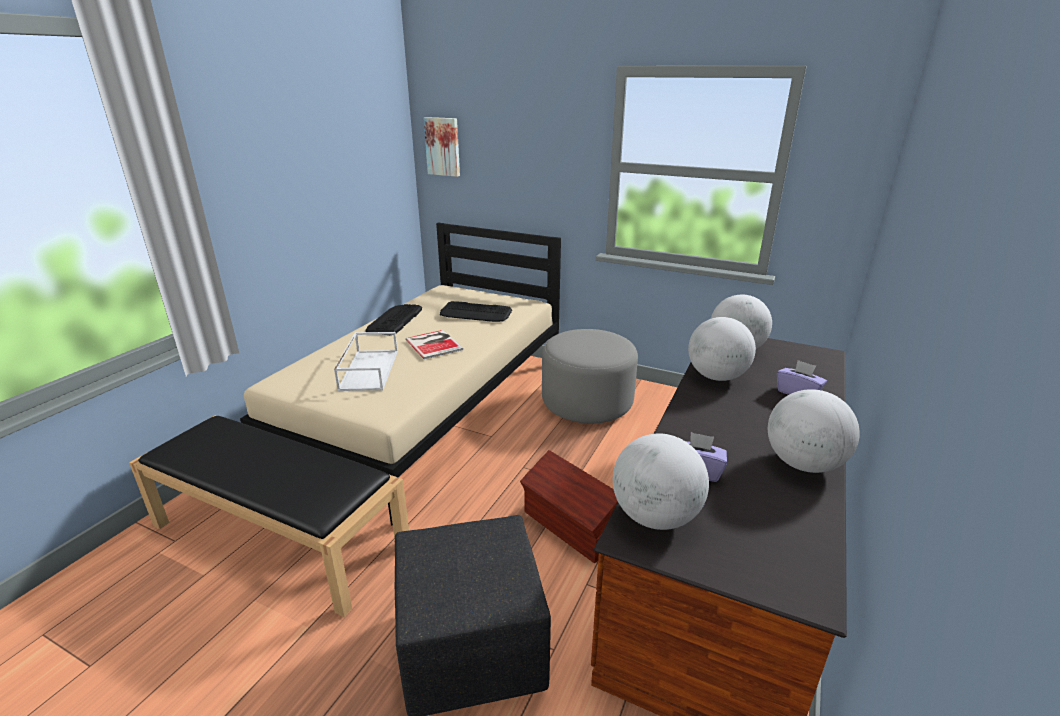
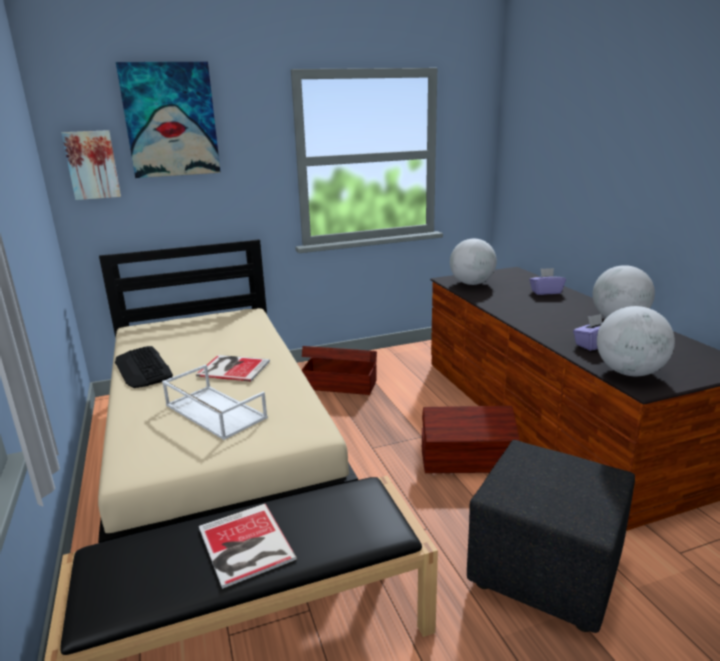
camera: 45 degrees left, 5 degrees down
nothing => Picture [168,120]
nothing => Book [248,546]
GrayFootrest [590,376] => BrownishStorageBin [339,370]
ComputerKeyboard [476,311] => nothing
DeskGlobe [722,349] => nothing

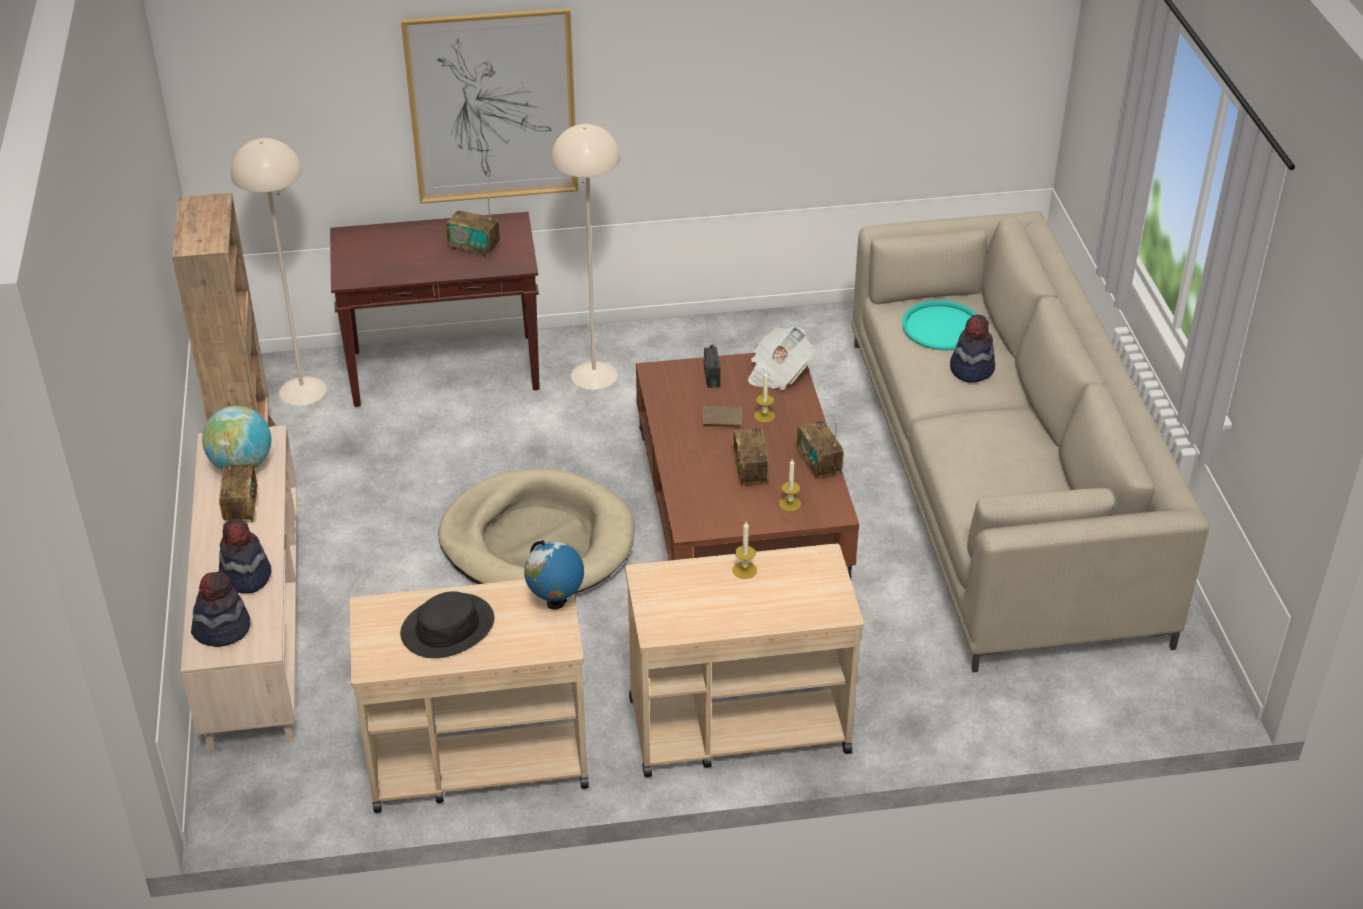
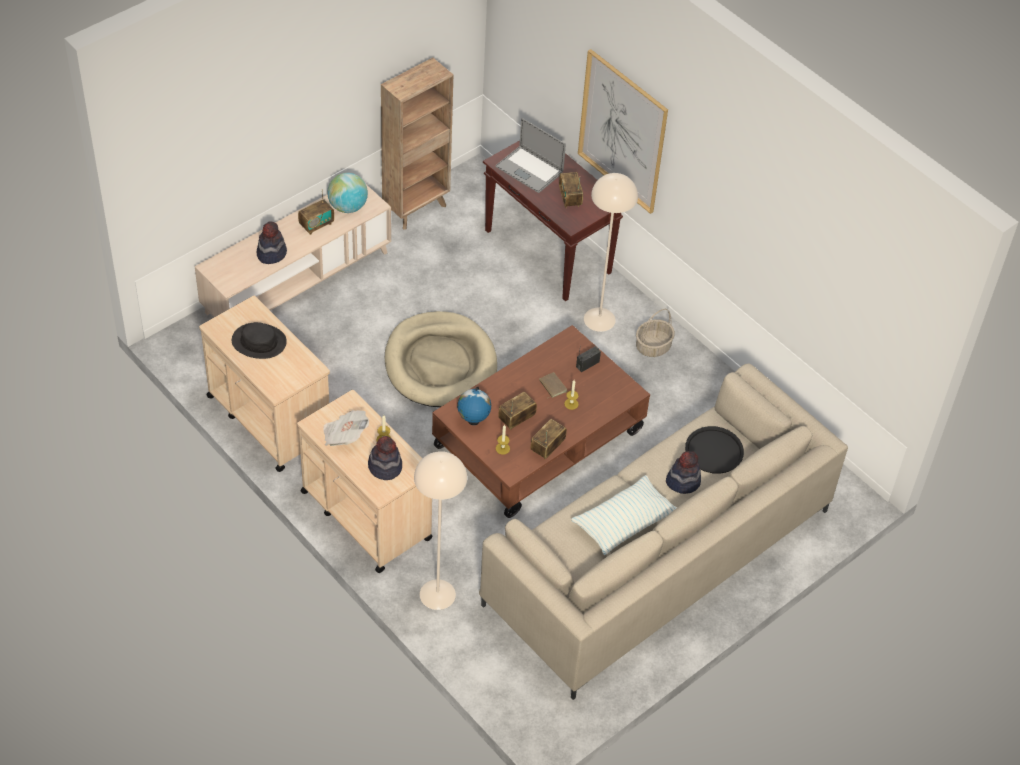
camera: 55 degrees right, 10 degrees up
Newspaper [781,358] => Newspaper [346,428], relocated
Hat [220,609] => Hat [385,458], relocated
BeigeColouredStandardLamp [278,272] => BeigeColouredStandardLamp [440,530], relocated
DeskGlobe [554,575] => DeskGlobe [474,406], relocated
nothing => NotebookComputer [531,155]
nothing => Pillow [624,515]
nothing => Basket [655,333]
TurquoiseColouredCarryingTray [940,325] => BlackColouredCarryingTray [714,450]

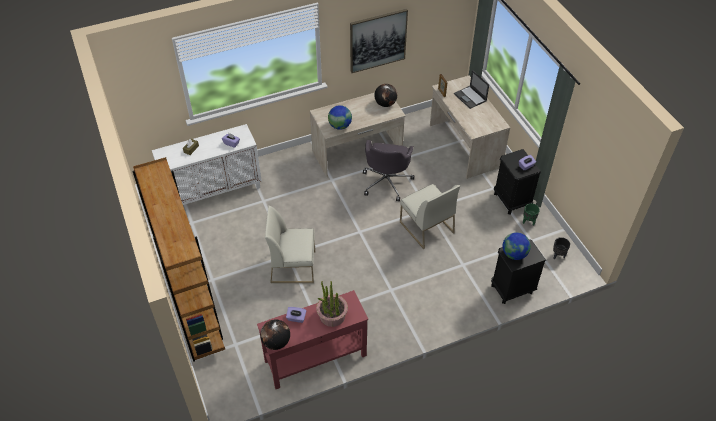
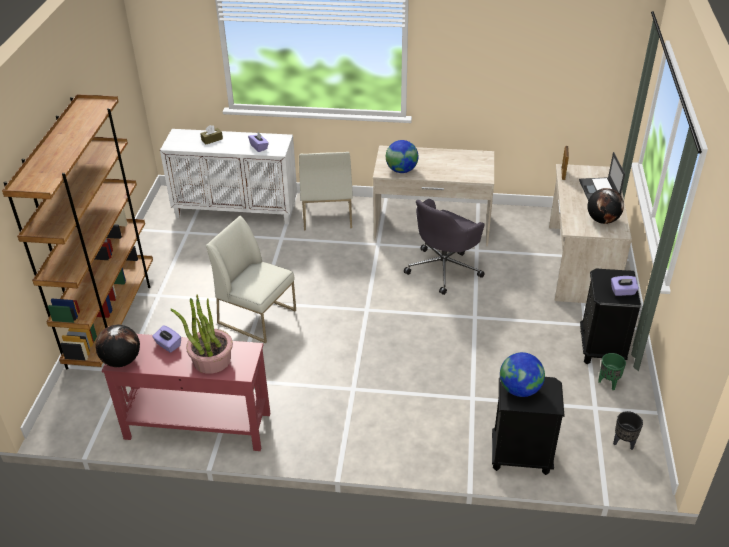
camera: 30 degrees right, 10 degrees down
WhitishChair [430,216] => WhitishChair [326,191], relocated
DeskGlobe [385,95] => DeskGlobe [605,206], relocated
Picture [379,41] => nothing

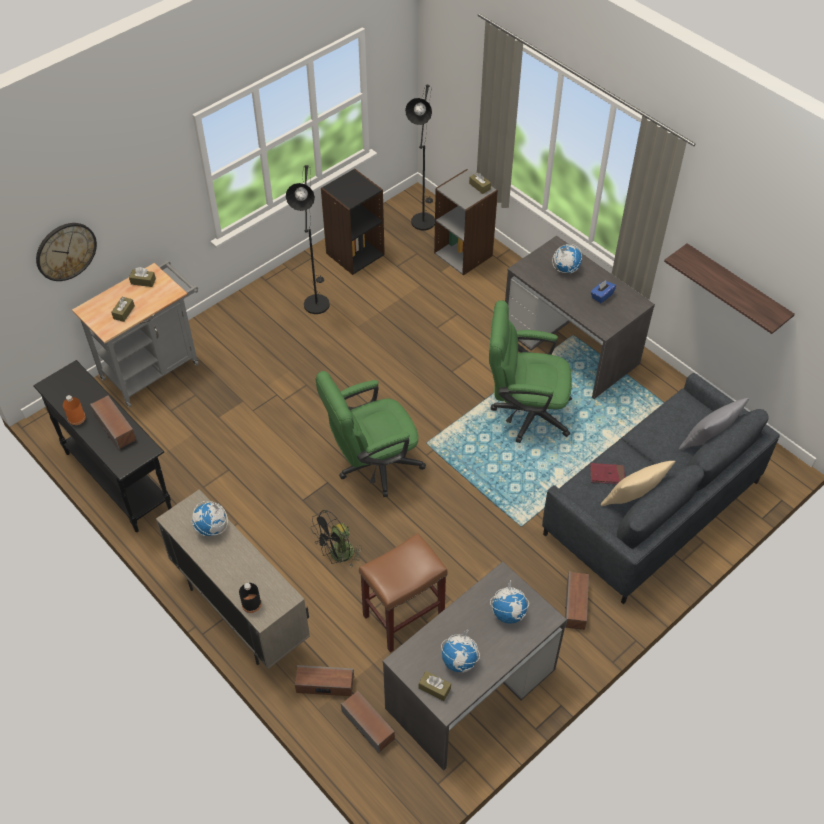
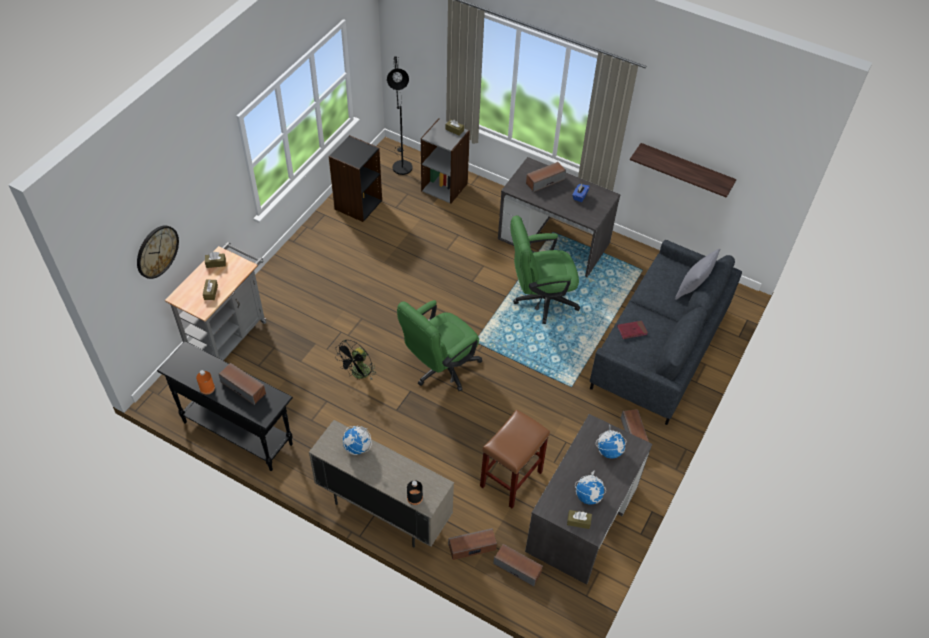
camera: 20 degrees left, 0 degrees up
BlackColouredElectricFan [336,537] => BlackColouredElectricFan [355,360], relocated
DeskGlobe [567,258] => Speaker [546,177]
BlackColouredStandardLamp [308,239] => nothing
BeigeColouredPillow [638,483] => nothing

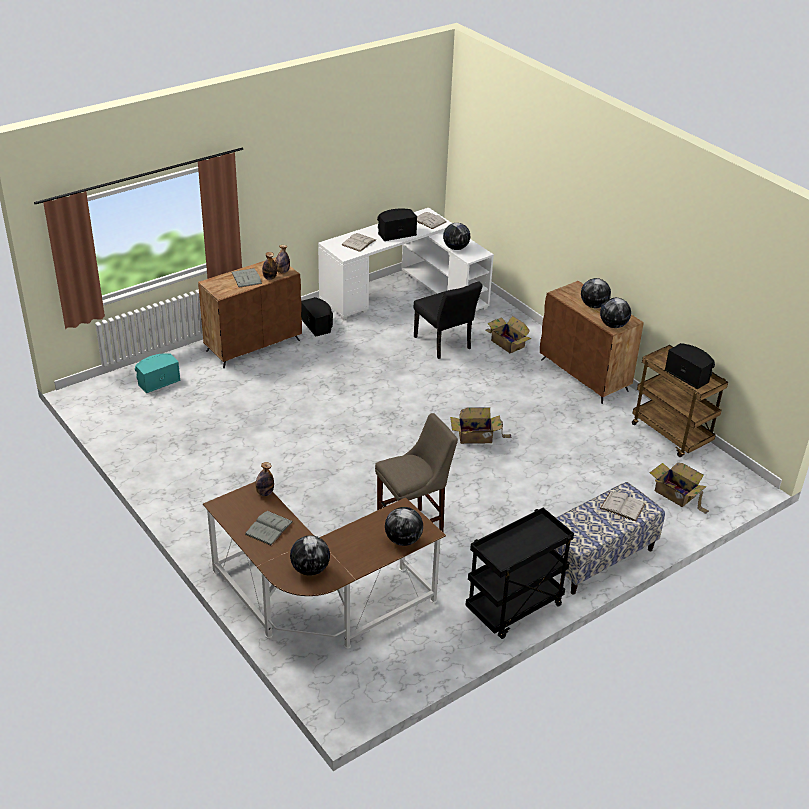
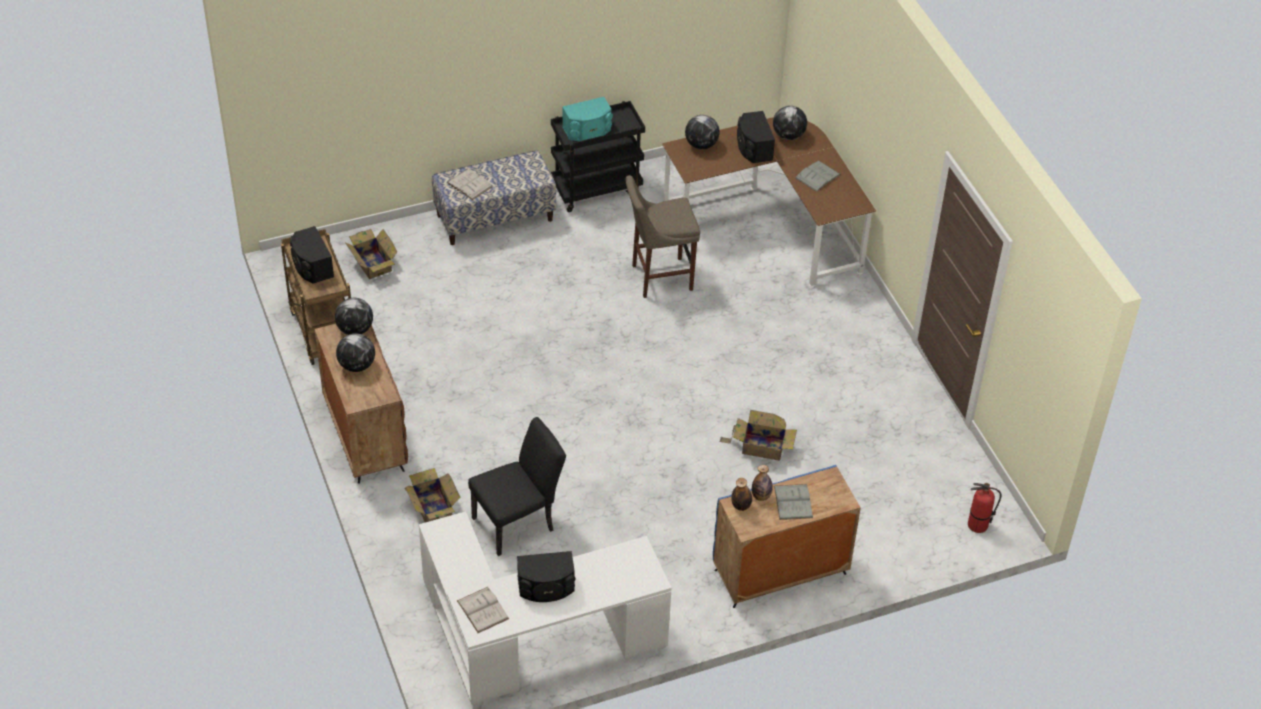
camera: 165 degrees left, 10 degrees up
BlackColouredChair [448,320] => BlackColouredChair [517,486], 75 degrees clockwise
TurquoiseColouredSpeaker [158,373] => TurquoiseColouredSpeaker [587,119], relocated
BrownishCupboard [250,312] => BlueColouredCupboard [787,536]
CardboardBox [481,425] => CardboardBox [758,435], relocated
BlackColouredSpeaker [317,317] => BlackColouredSpeaker [756,137], relocated
nothing => FireFightingCylinder [985,508]
Bottle [264,479] => nothing
WhitishBook [359,242] => nothing
DeskGlobe [456,236] => nothing

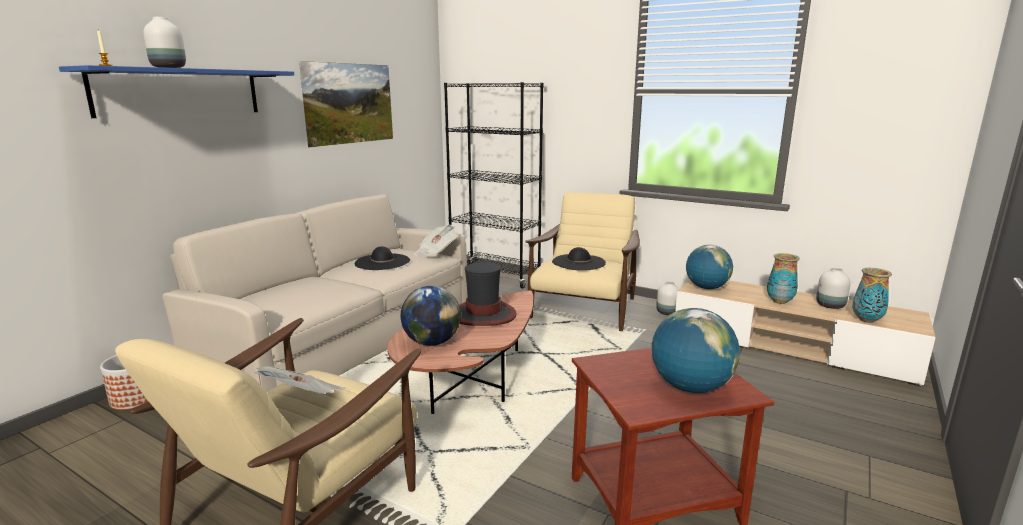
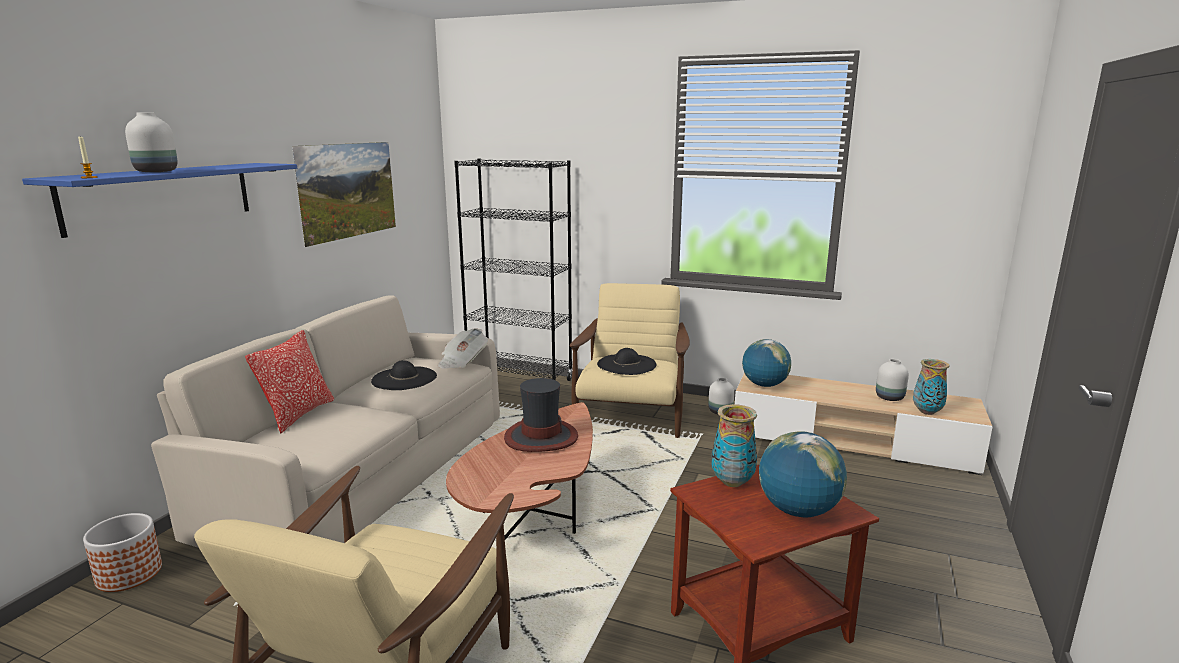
camera: 10 degrees left, 0 degrees up
nothing => Pillow [289,382]
FlowerVase [783,278] => FlowerVase [734,445], relocated
Newspaper [300,380] => nothing
DeskGlobe [431,316] => nothing

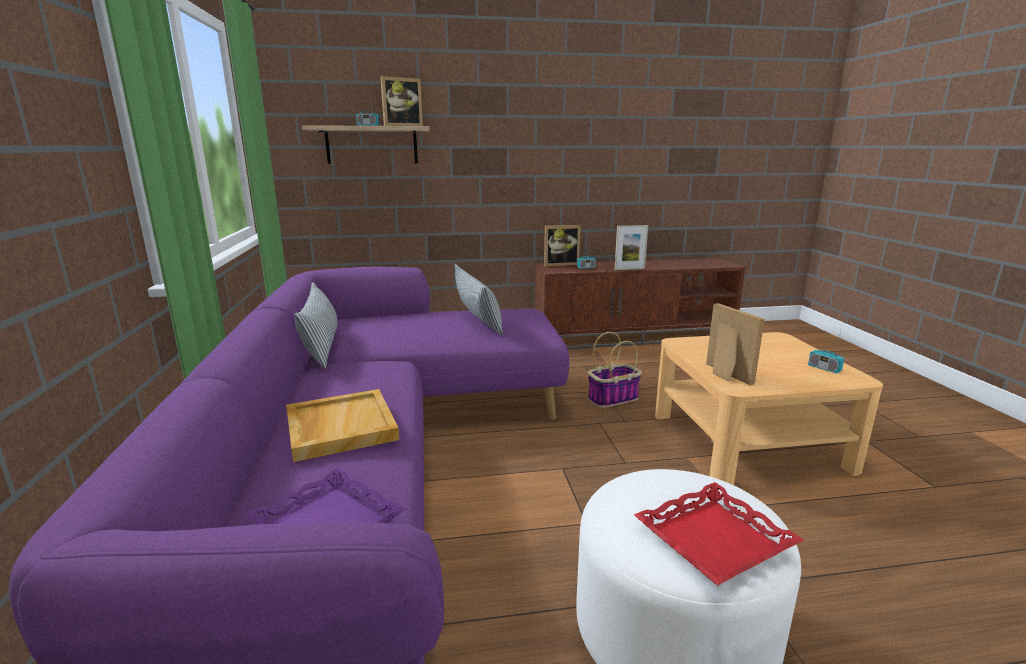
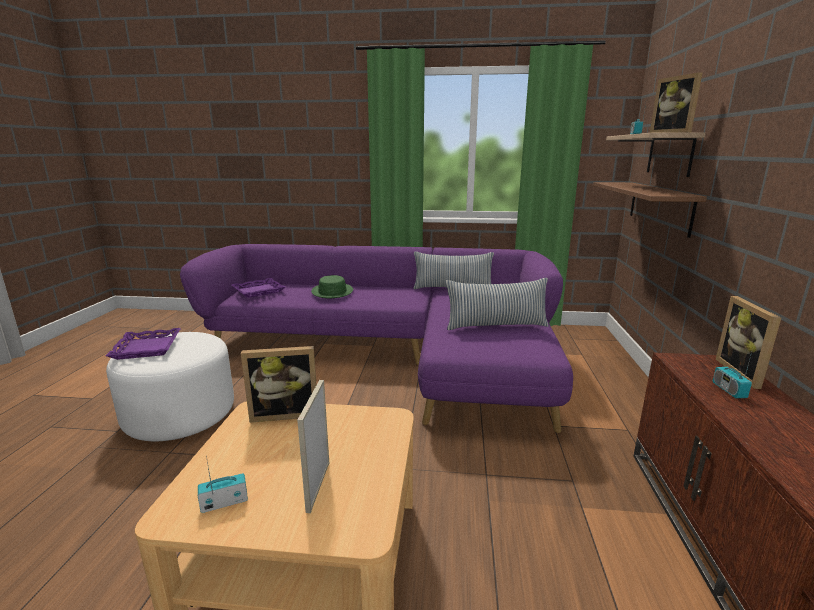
camera: 105 degrees right, 0 degrees up
RedColouredCarryingTray [719,533] => PurpleColouredCarryingTray [143,344]
PictureFrame [631,247] => PictureFrame [313,446], relocated
BeigeColouredCarryingTray [342,425] => GreenColouredHat [332,286]
nothing => BrownishWallShelf [650,210]
Basket [615,370] => nothing

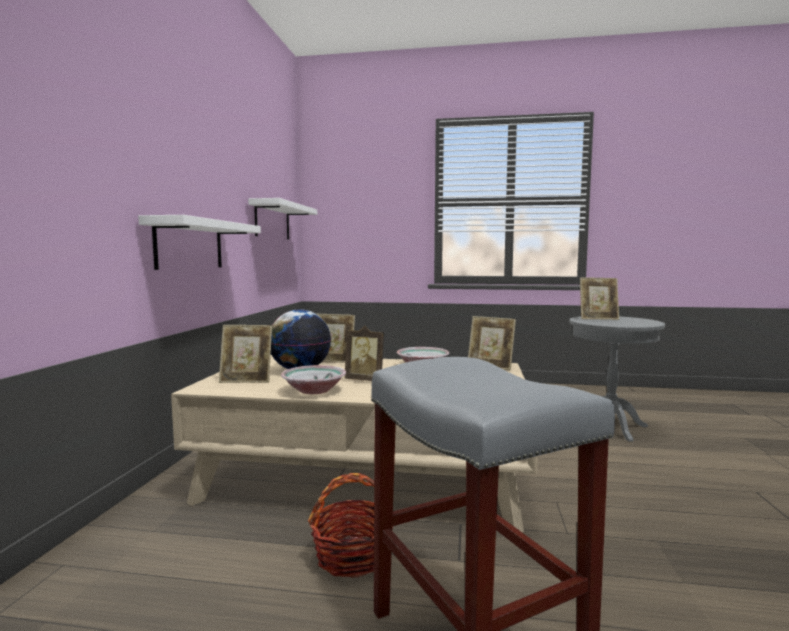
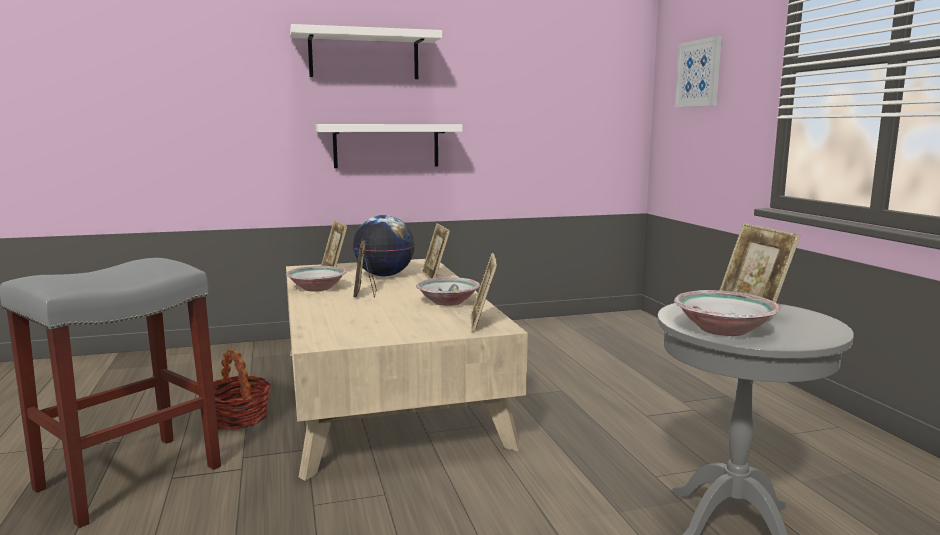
camera: 65 degrees right, 5 degrees up
WhitishWallShelf [282,218] => WhitishWallShelf [366,51], relocated
nothing => DeepDish [727,313]
nothing => Picture [698,71]

